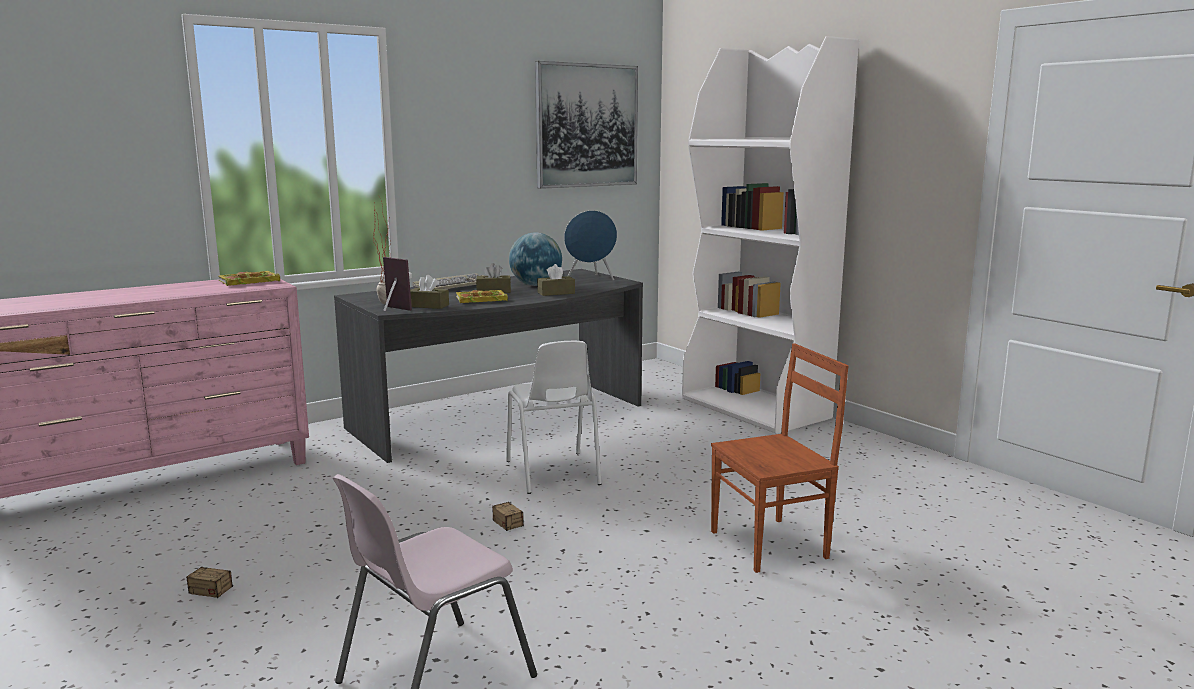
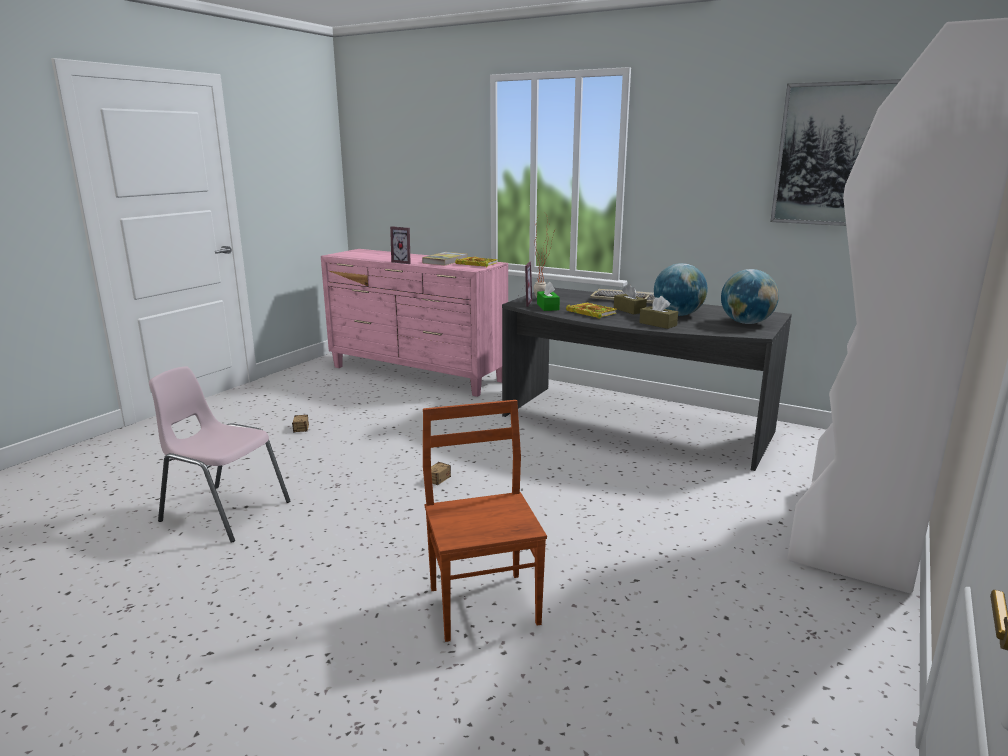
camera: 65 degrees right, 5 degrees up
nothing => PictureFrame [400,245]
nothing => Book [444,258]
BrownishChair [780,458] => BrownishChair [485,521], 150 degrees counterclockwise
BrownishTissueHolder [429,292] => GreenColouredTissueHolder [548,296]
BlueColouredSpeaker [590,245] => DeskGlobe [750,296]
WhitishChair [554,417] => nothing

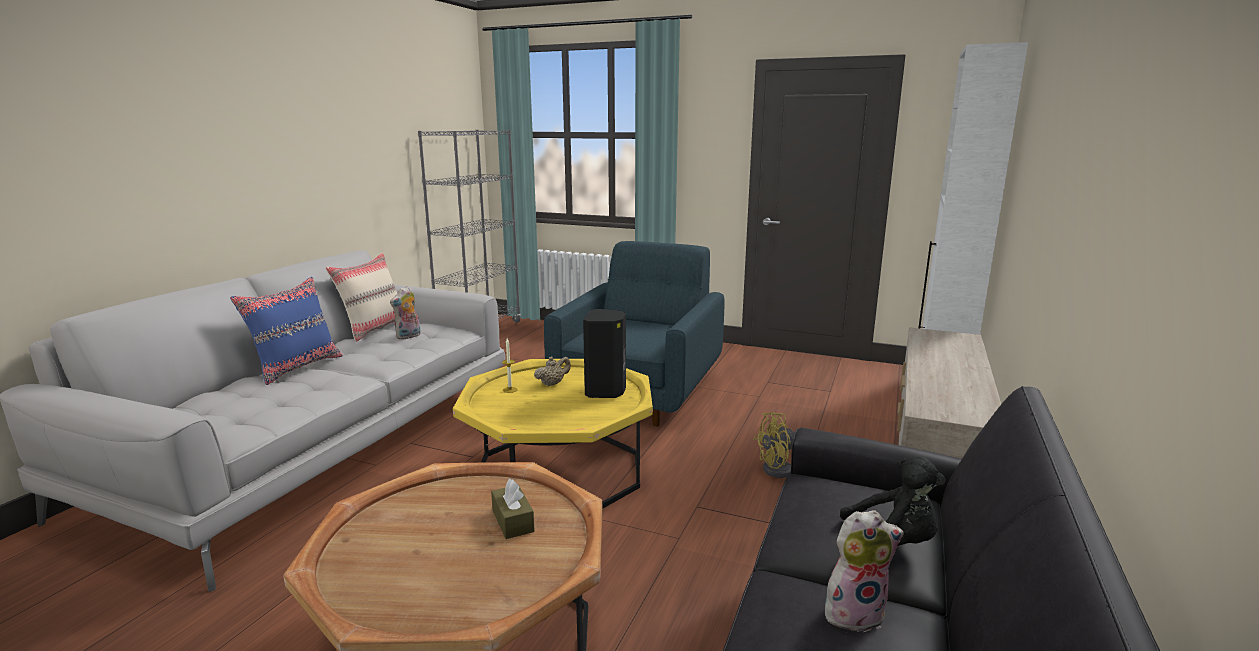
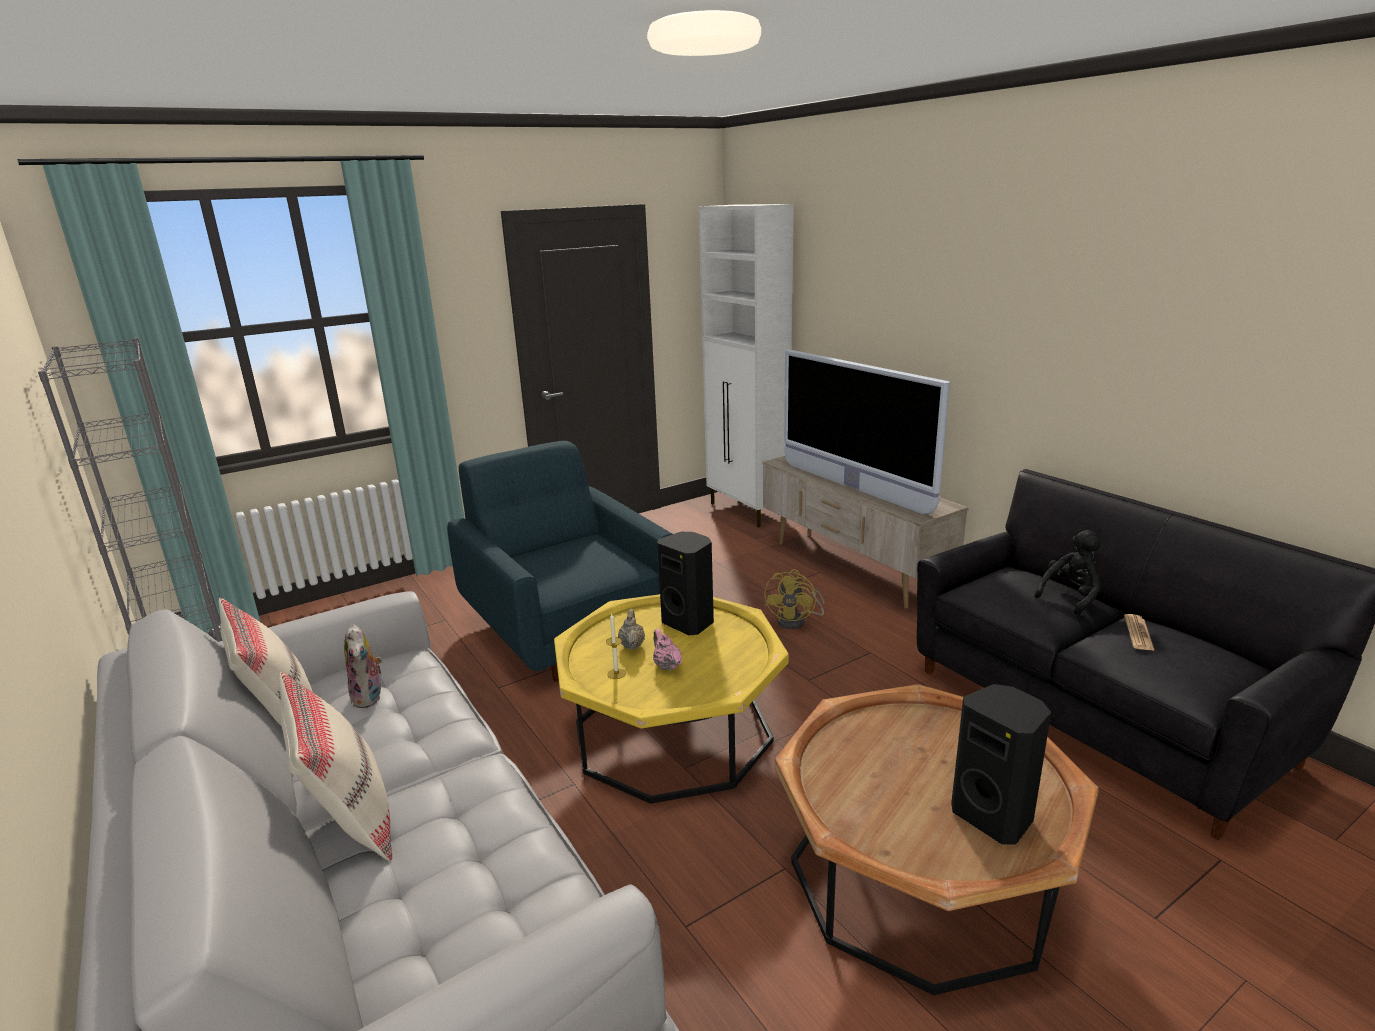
camera: 55 degrees left, 5 degrees up
BlueColouredPillow [286,331] => BeigeColouredPillow [335,766]
nothing => PinkishTeaPot [667,650]
nothing => Television [867,432]
nothing => BlackColouredSpeaker [1001,764]
CuddlyToy [864,571] => Newspaper [1139,632]
BrownishTissueHolder [513,509] => nothing

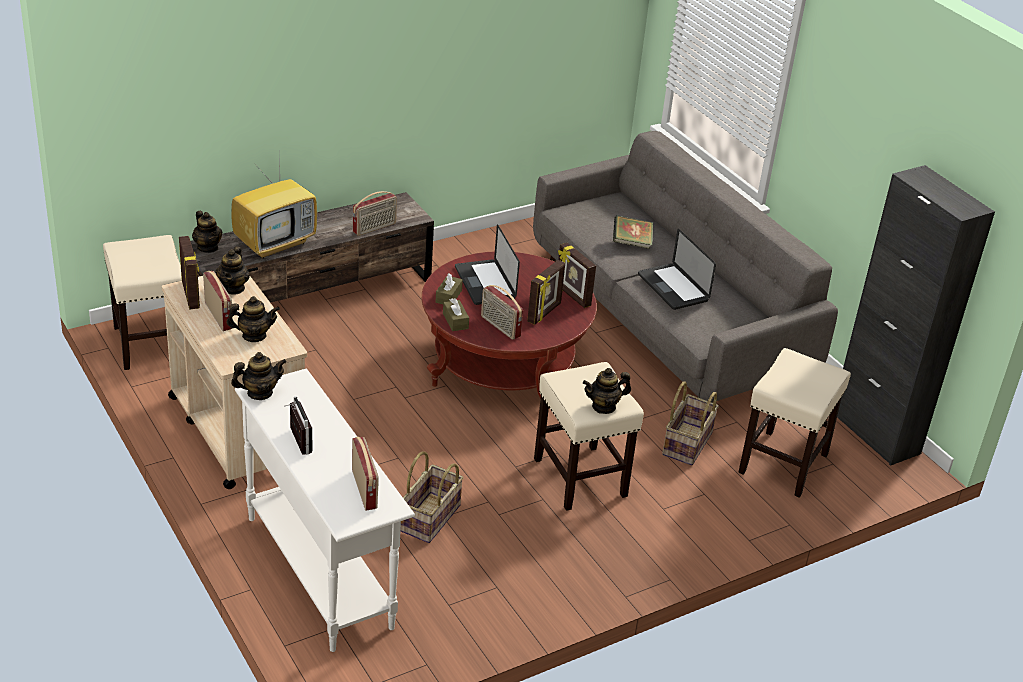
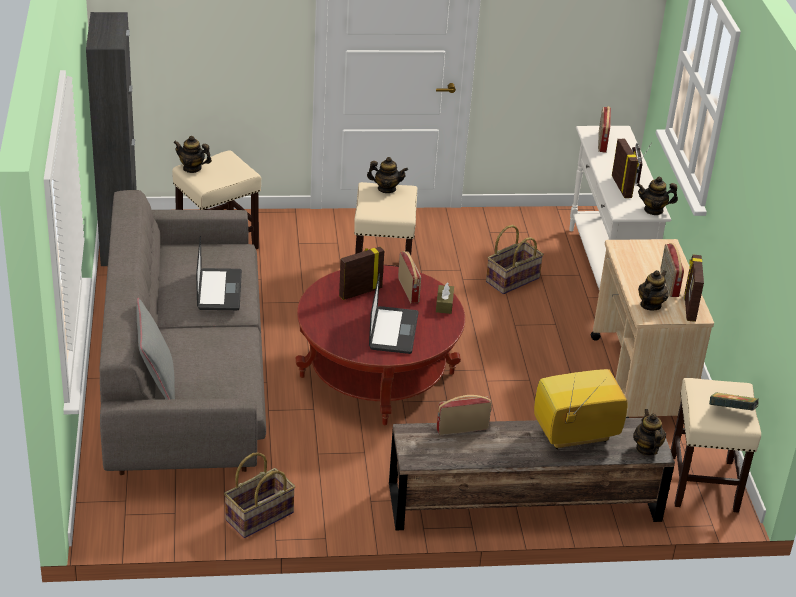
camera: 155 degrees left, 0 degrees up
nothing => GrayPillow [156,348]
TeaPot [253,319] => TeaPot [192,154], relocated
Basket [690,423] => Basket [259,495], relocated
PictureFrame [577,275] => PictureFrame [625,168], relocated
Book [633,232] => Book [734,401], relocated
BrownishTissueHolder [449,288] => nothing

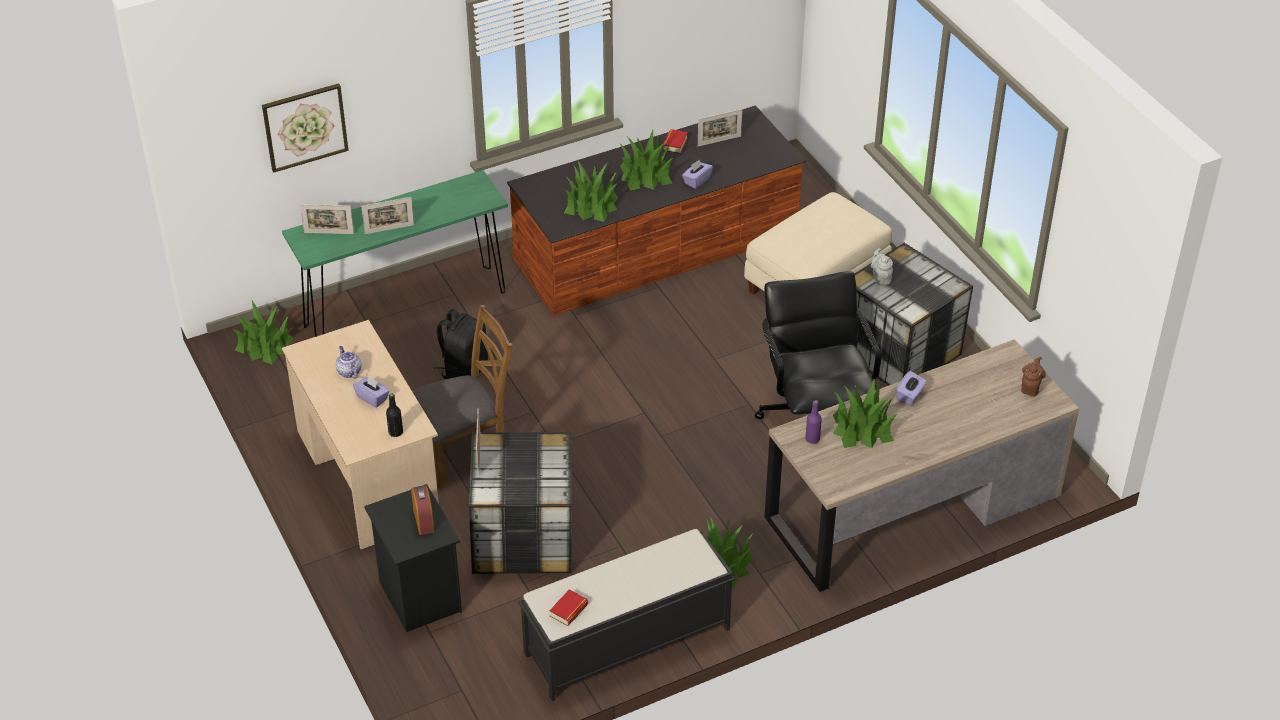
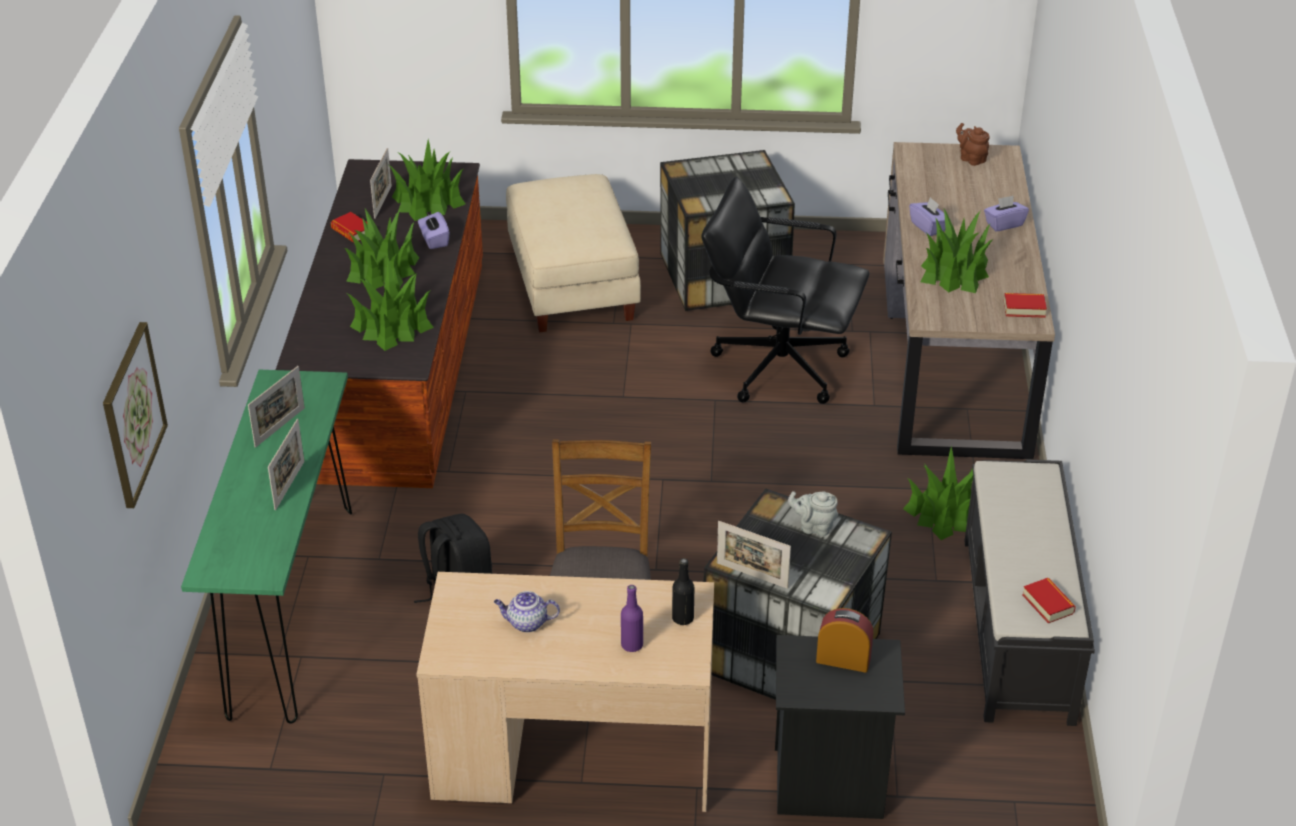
camera: 60 degrees left, 5 degrees down
PictureFrame [327,219] => PictureFrame [276,407], relocated
PlantInAPot [262,332] => PlantInAPot [427,180], relocated
PurpleColouredBottle [813,422] => PurpleColouredBottle [632,618], relocated
GrayTeaPot [882,266] => GrayTeaPot [813,513], relocated
PurpleColouredTissueHolder [371,391] => PurpleColouredTissueHolder [1006,214], relocated
nothing => Book [1025,305]

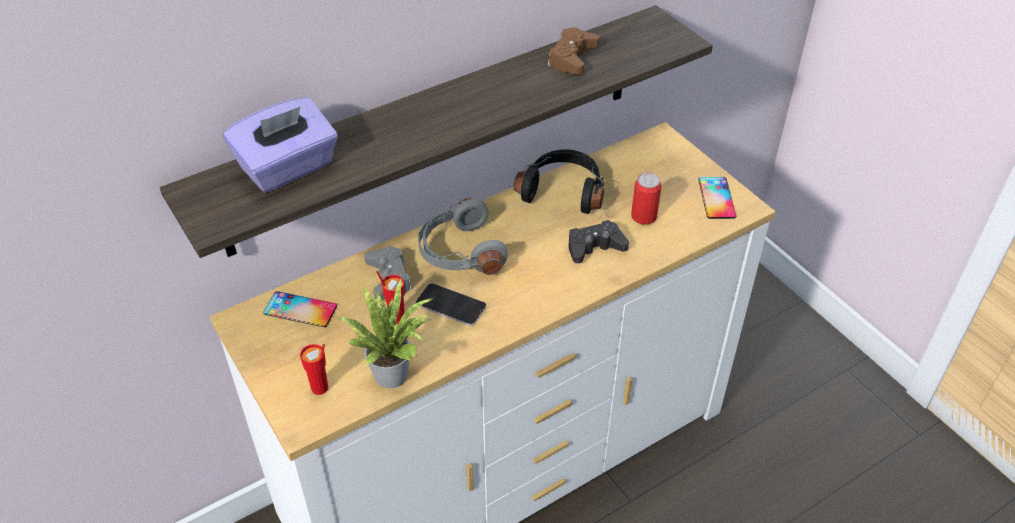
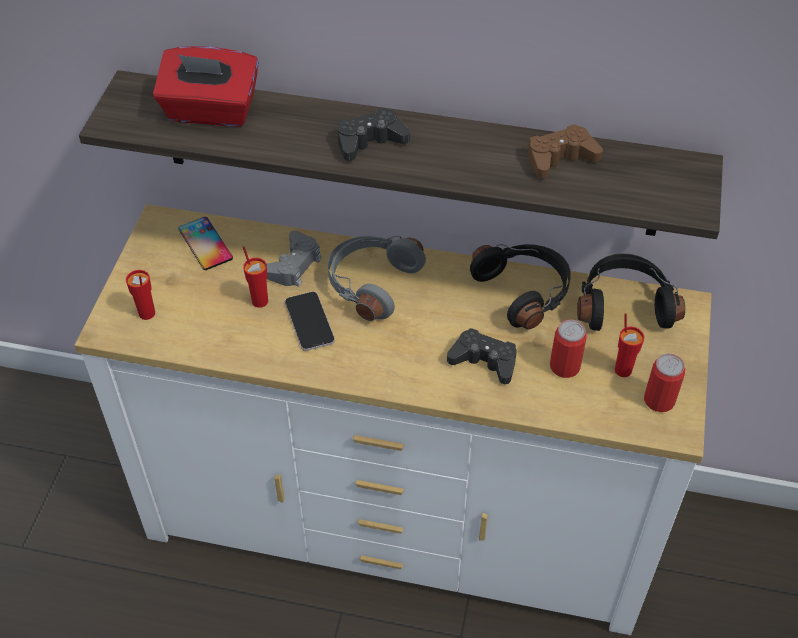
camera: 45 degrees right, 5 degrees up
PurpleColouredTissueHolder [280,144] => RedColouredTissueHolder [206,86]
nothing => BlackColouredGameController [373,134]
nothing => BlackColouredPairOfHeadphones [631,292]
nothing => RedColouredDrinkingCup [629,345]
Phone [717,198] => MetalCan [664,382]
PlantInAPot [384,333] => nothing

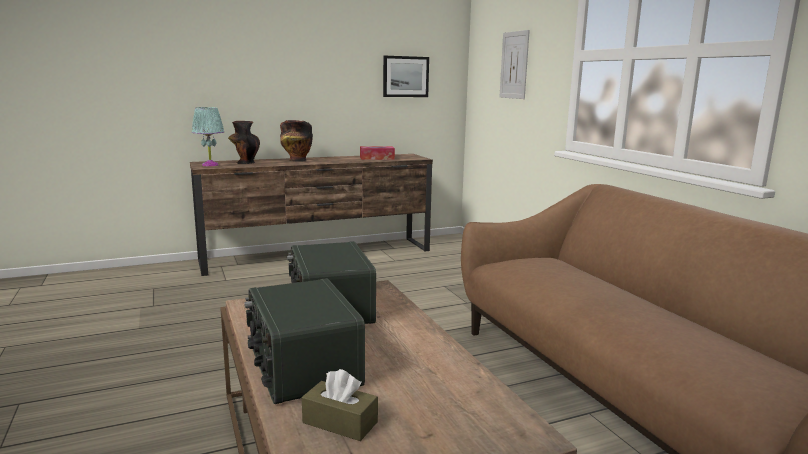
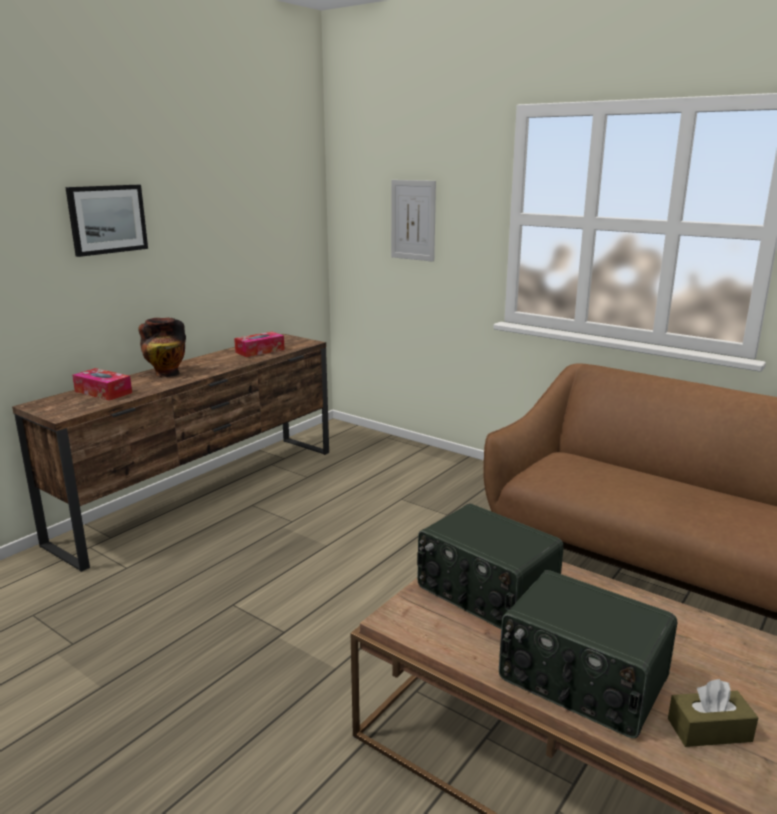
camera: 30 degrees left, 5 degrees up
Picture [406,76] => Picture [106,221], relocated
FlowerVase [244,142] => TissueHolder [102,384]
TurquoiseColouredTabletopLamp [208,136] => nothing

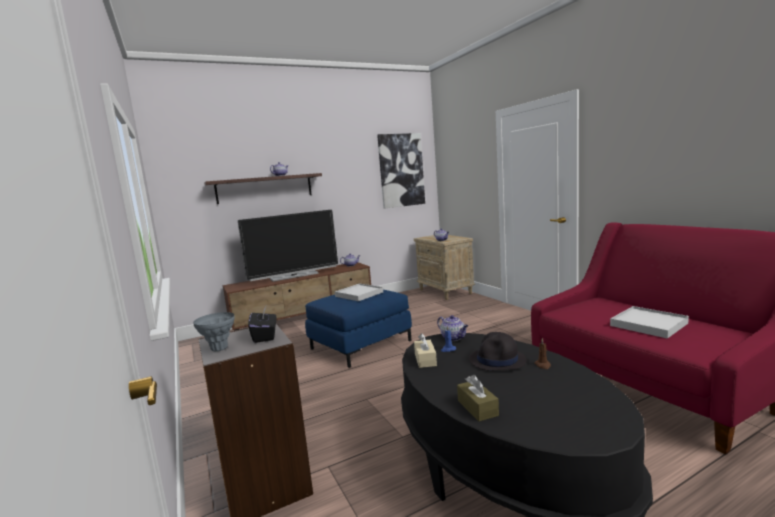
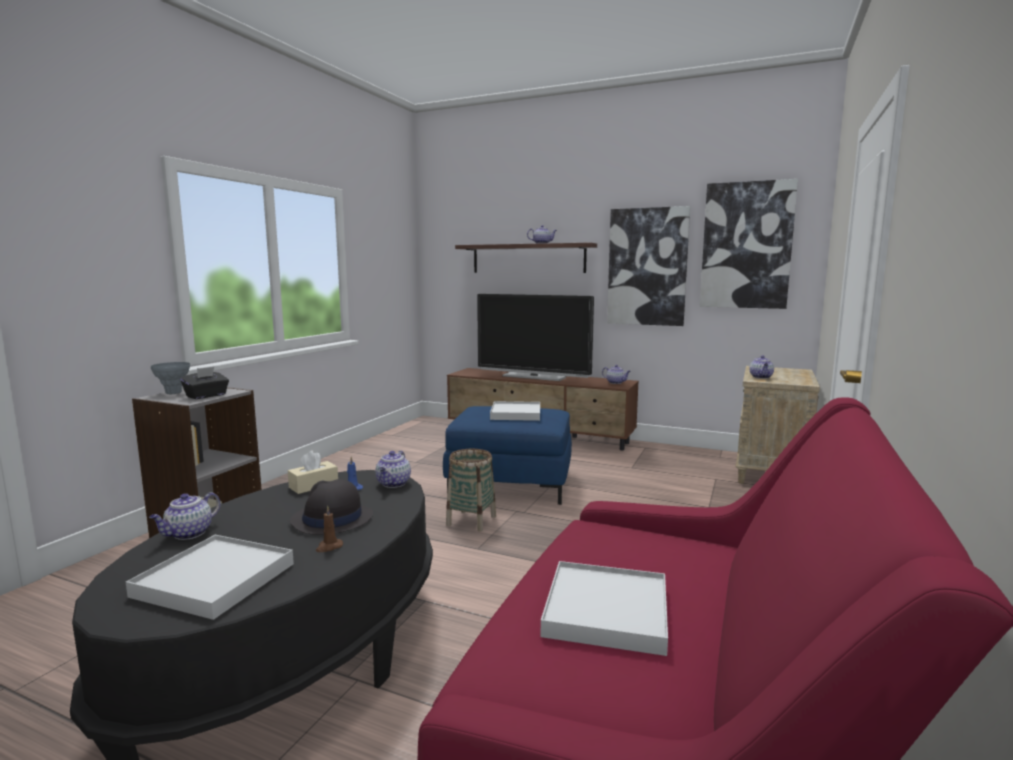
camera: 50 degrees right, 0 degrees up
nothing => WhitishCarryingTray [210,577]
BrownishTissueHolder [478,398] => TeaPot [185,516]
nothing => Basket [471,490]
nothing => Picture [648,266]

